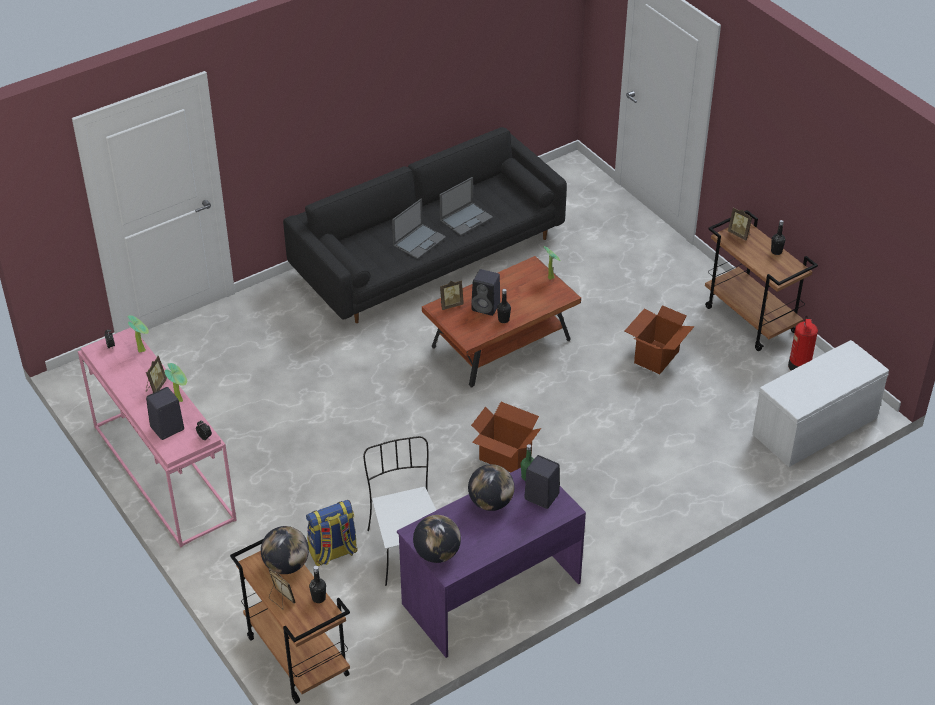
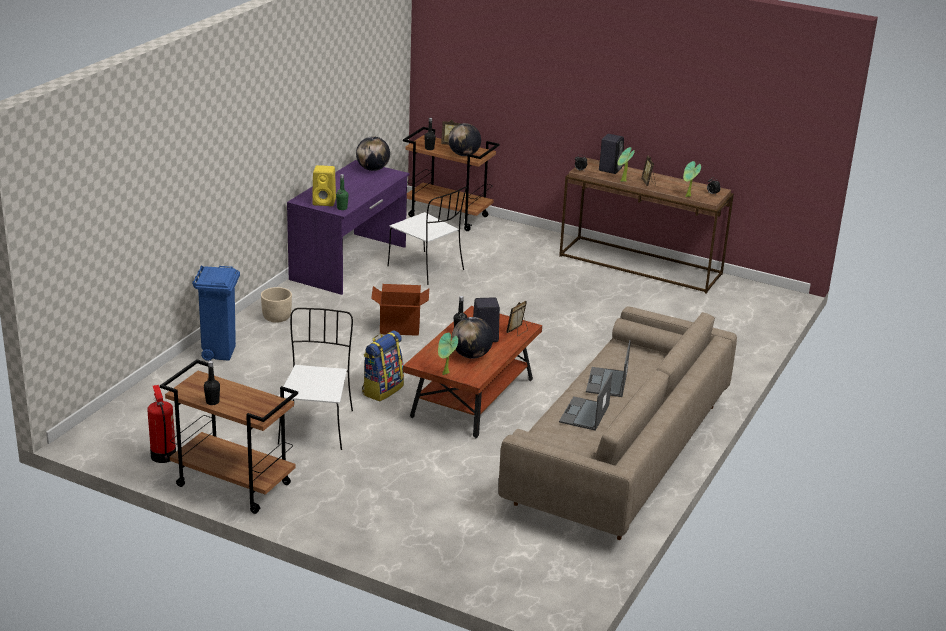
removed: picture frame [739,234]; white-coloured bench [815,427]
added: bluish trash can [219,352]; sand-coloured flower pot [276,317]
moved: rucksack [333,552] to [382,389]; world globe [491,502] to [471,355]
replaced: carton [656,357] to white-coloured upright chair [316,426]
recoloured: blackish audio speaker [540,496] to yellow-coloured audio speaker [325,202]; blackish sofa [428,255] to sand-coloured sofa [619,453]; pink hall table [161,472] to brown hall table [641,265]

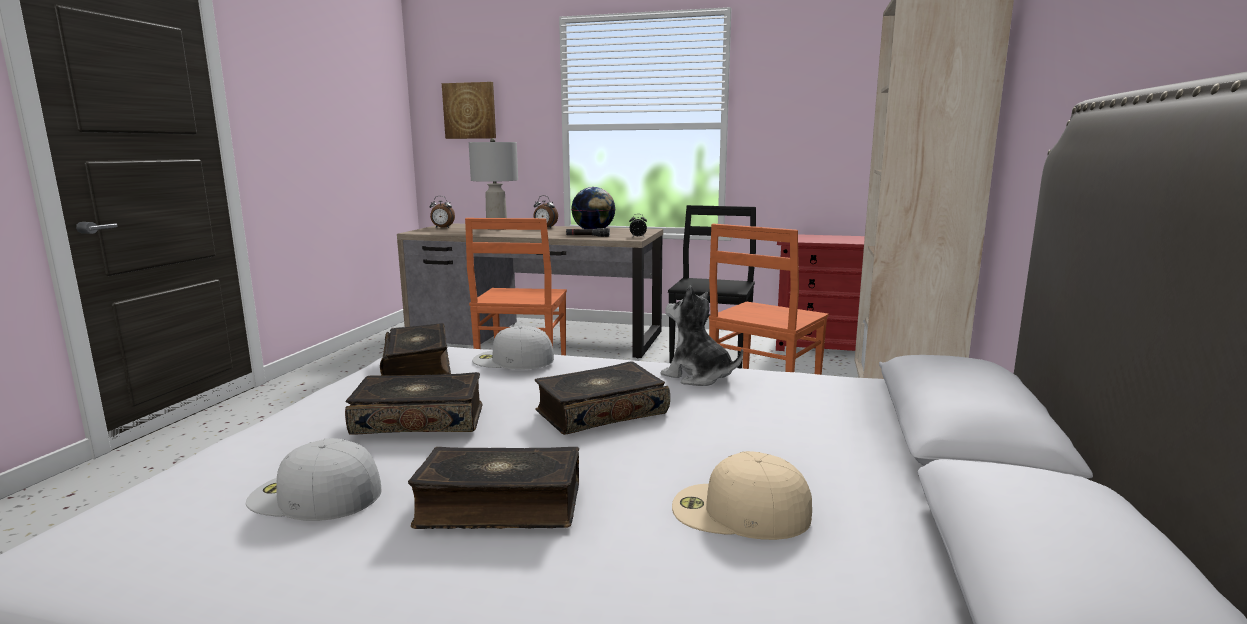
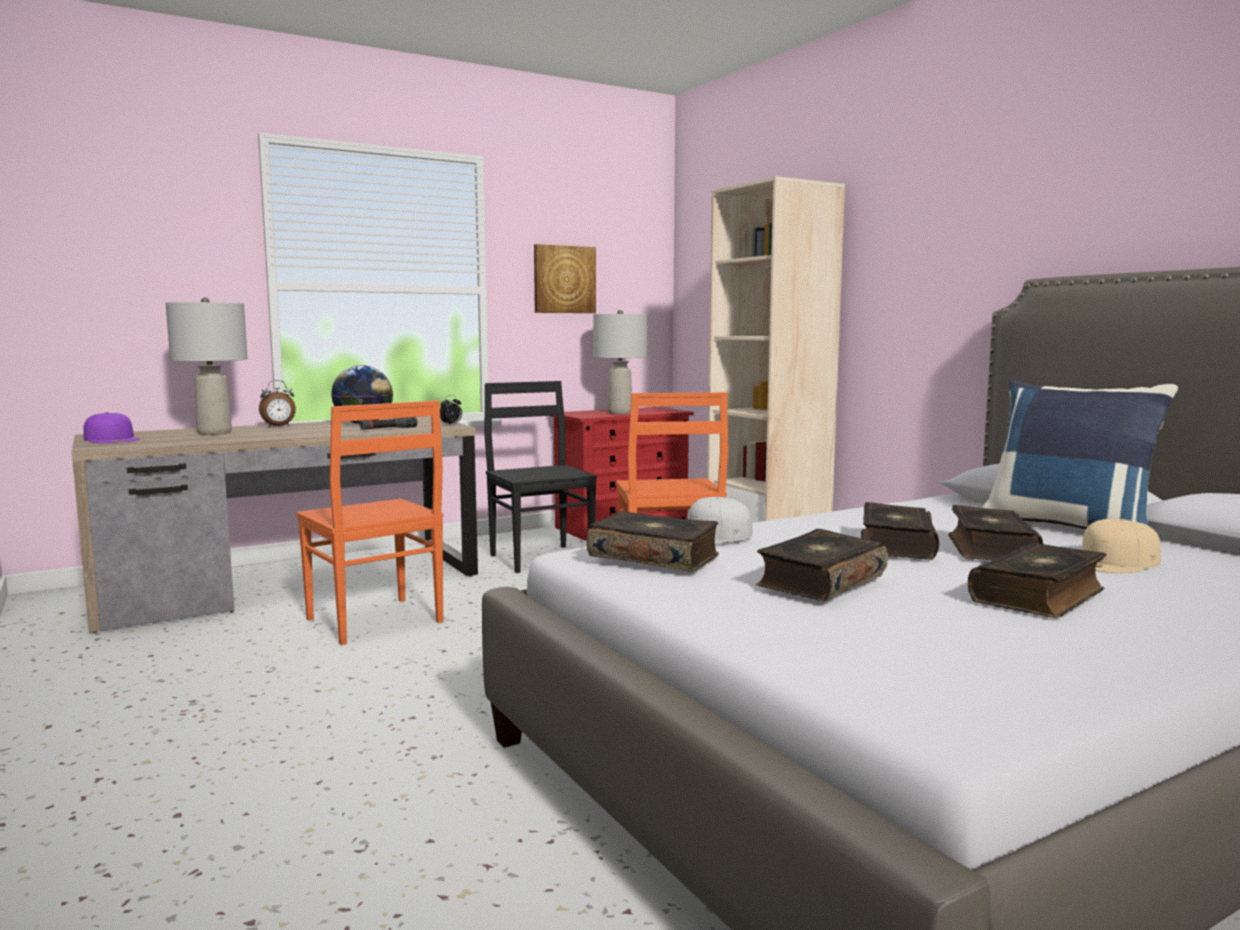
removed: white-coloured peaked cap [314,495]; plush toy [698,377]
added: gray table lamp [620,413]; bound book [989,549]; bluish cushion [1068,528]
moved: picture [470,111] to [564,279]
replaced: bedside clock [442,228] to purple-coloured peaked cap [112,439]

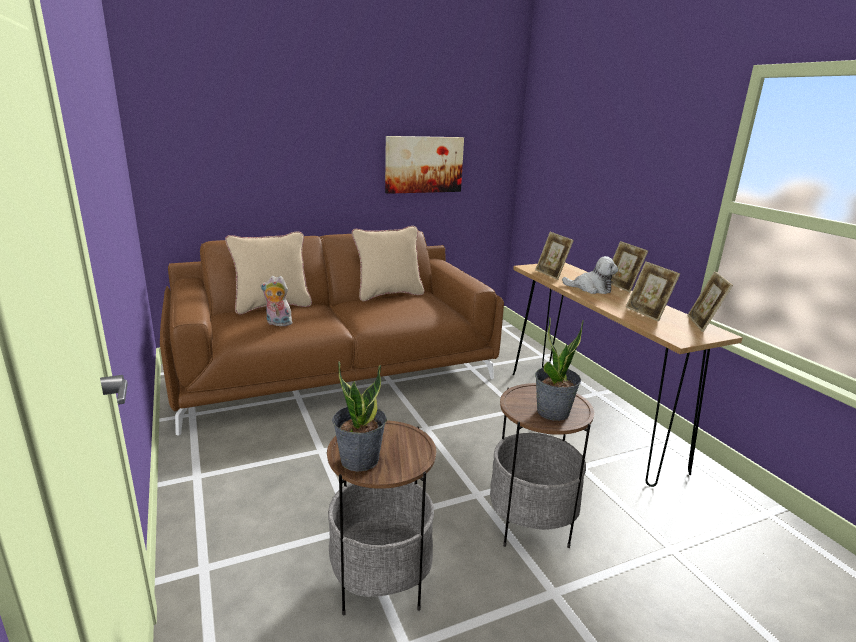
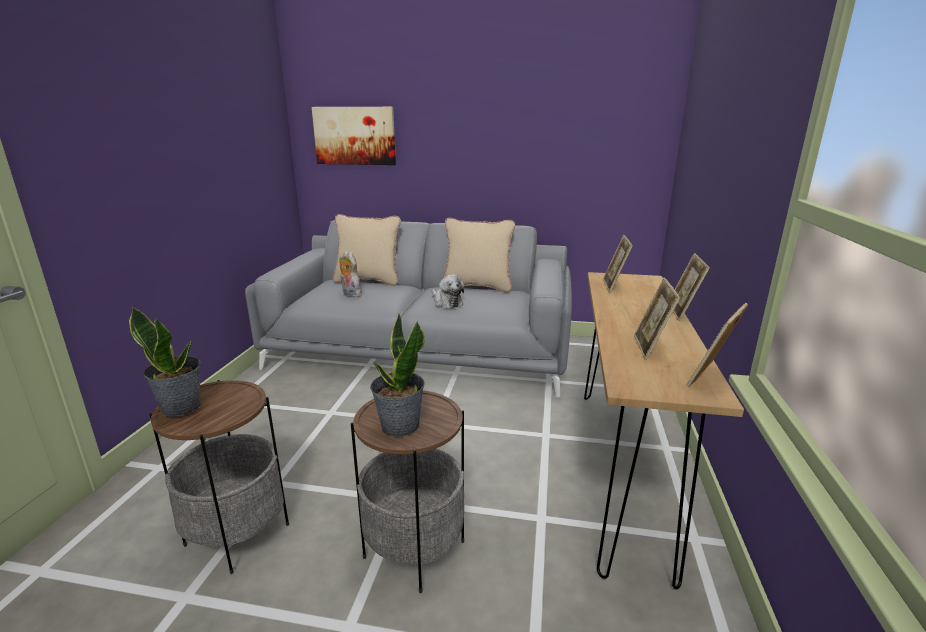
moved: picture [423,164] to [355,136]; plush toy [591,289] to [446,302]
recoloured: brown sofa [336,372] to gray sofa [421,353]

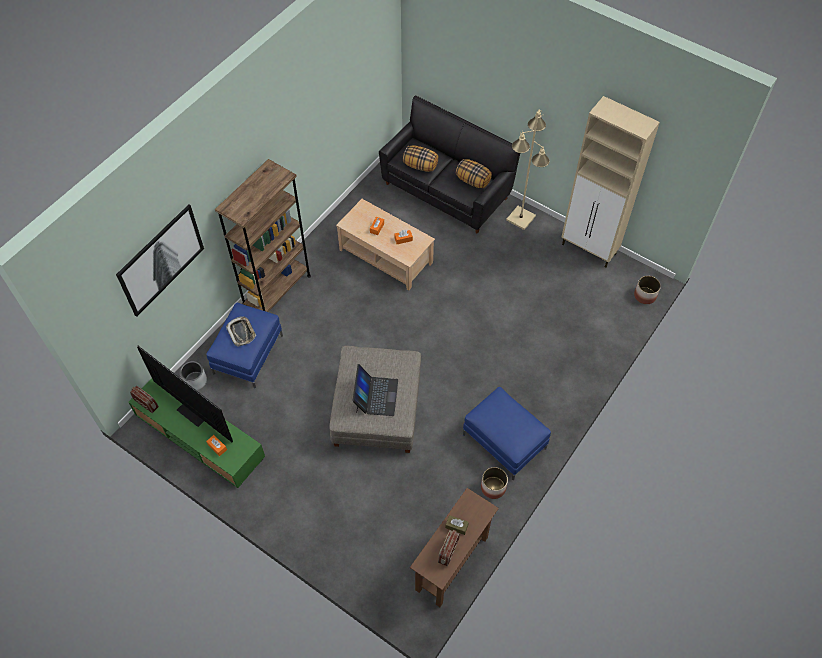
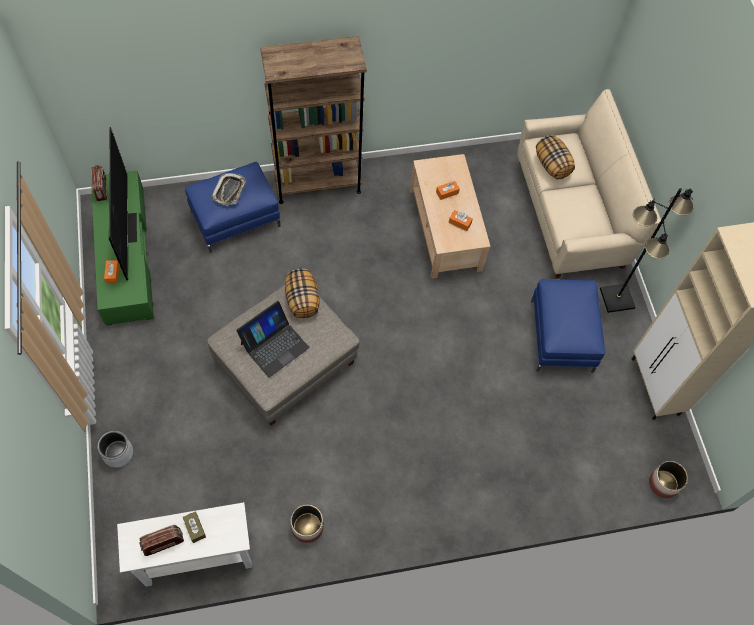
removed: picture [160,259]
moved: gray flower pot [195,381] to [118,453]; cushion [473,181] to [303,300]; bluish footrest [504,441] to [561,336]
recoloured: brown hall table [452,563] to white-coloured hall table [197,558]; blackish sofa [446,191] to sand-coloured sofa [570,214]; sand-coloured standard lamp [521,218] to blackish standard lamp [617,299]

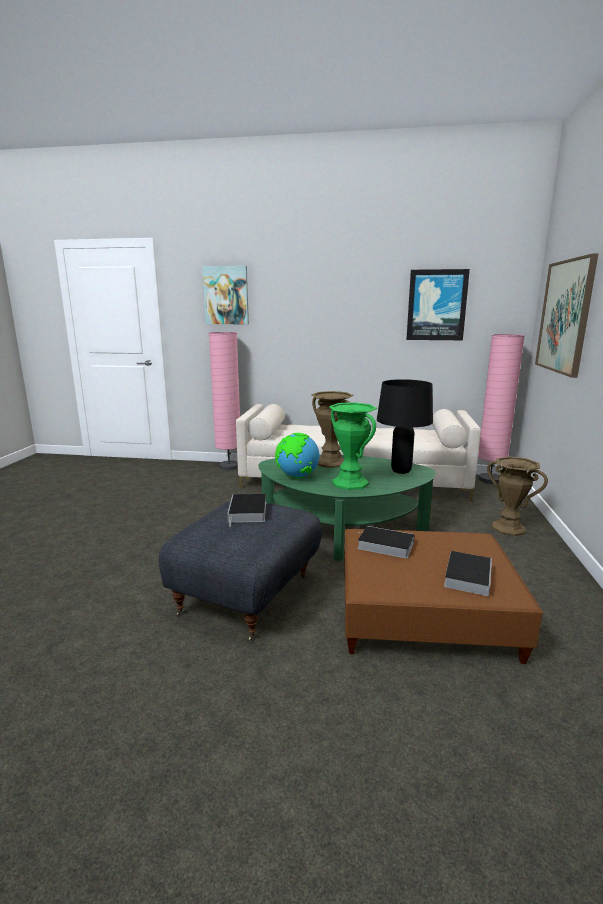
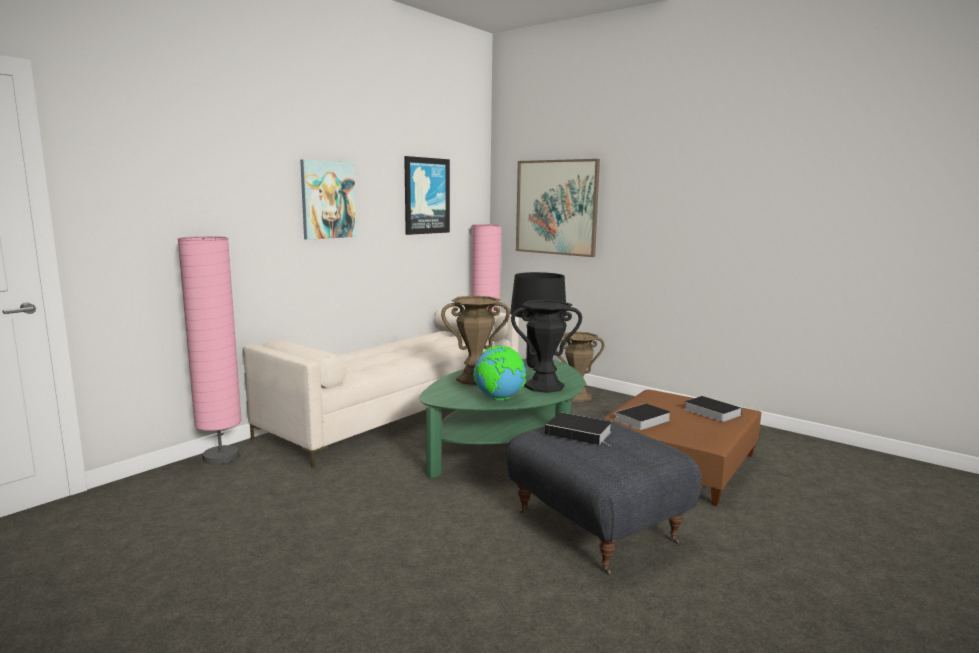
moved: picture [226,295] to [328,200]
recoloured: green vase [350,483] to blackish vase [544,386]

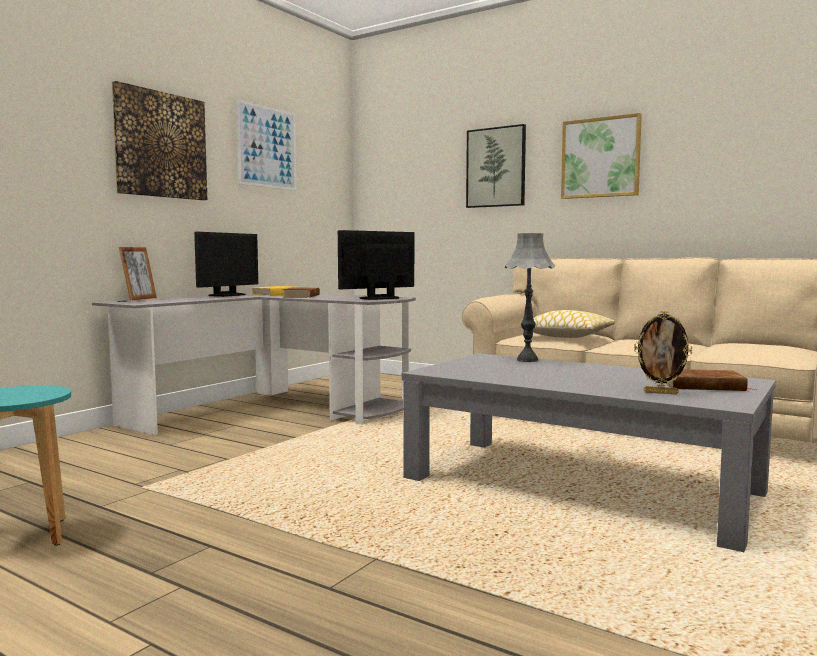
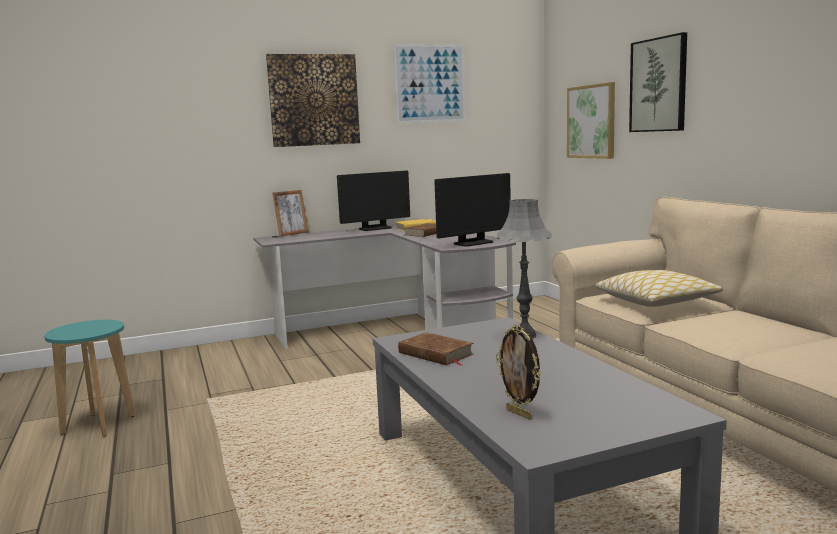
moved: brown bound book [703,386] to [435,354]; picture [600,157] to [591,121]
turned: monitor [379,298] = [473,243] 150 degrees clockwise

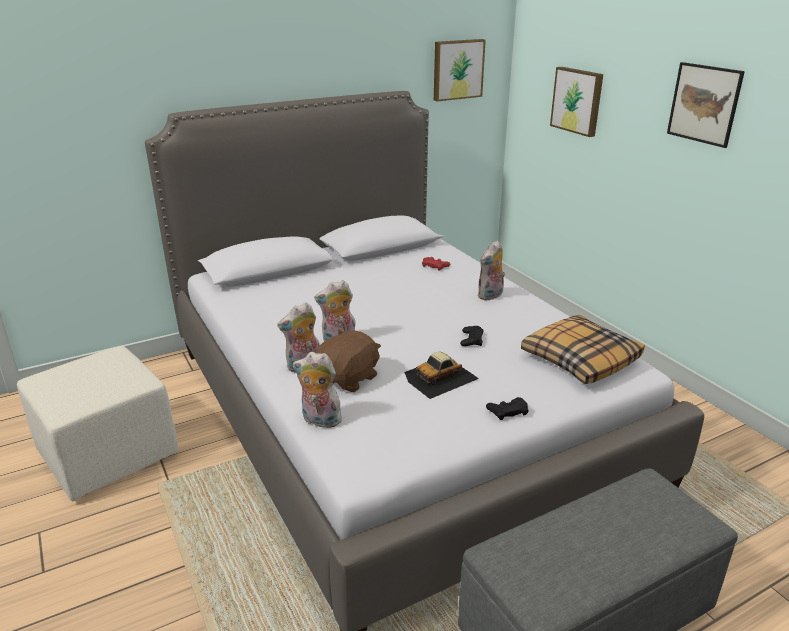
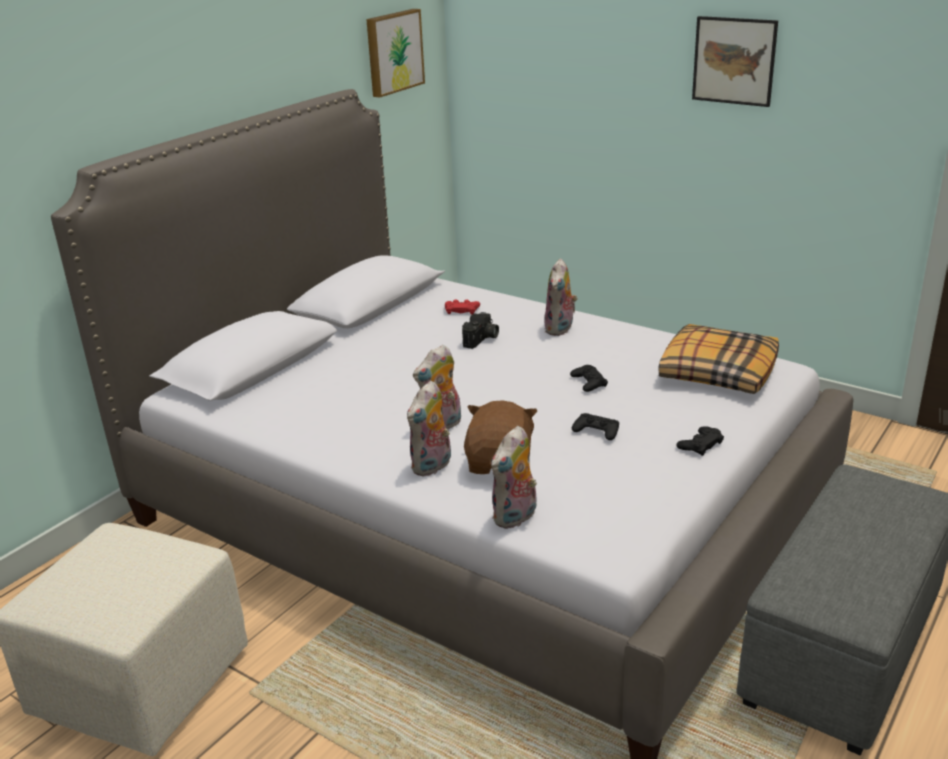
removed: picture [578,101]
added: photo camera [481,339]
replaced: miniature car [439,376] to blackish joypad [596,431]
turned: plush toy [319,420] = [516,518] 45 degrees counterclockwise

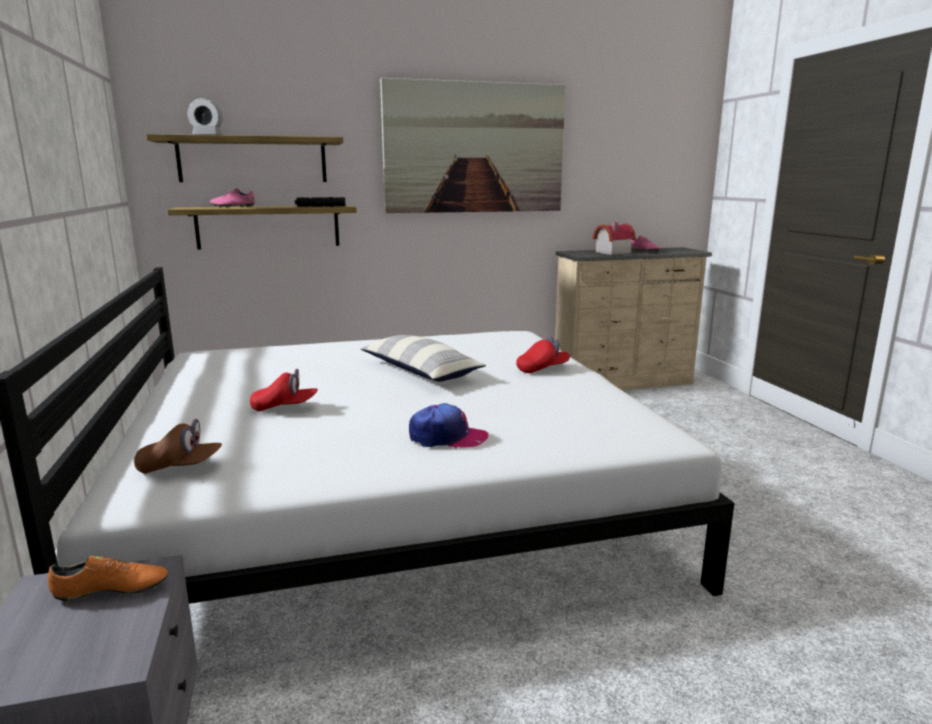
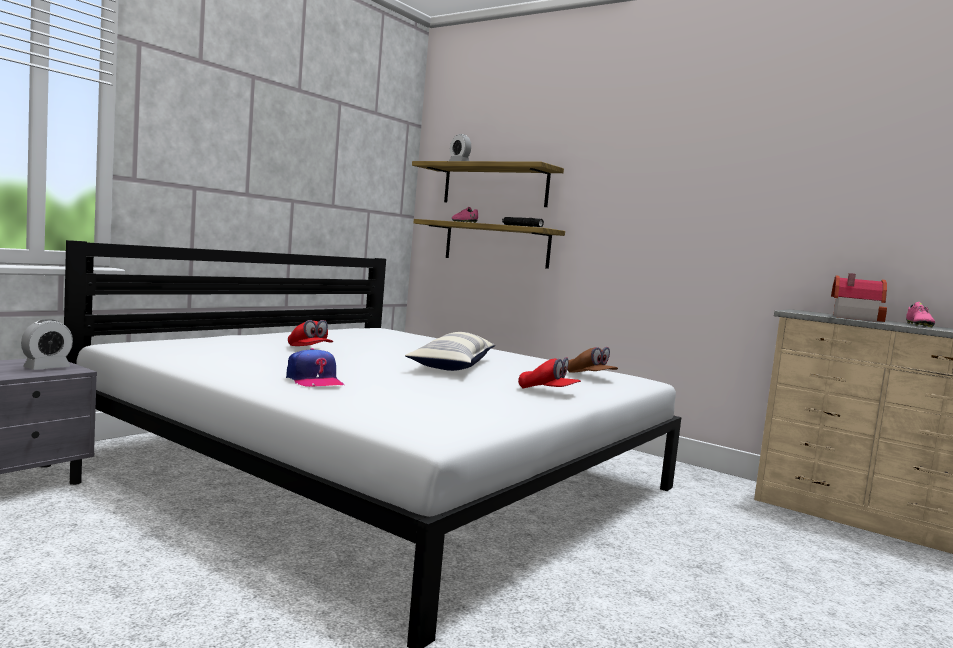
removed: picture [474,148]
moved: brown peaked cap [180,467] to [590,376]
replaced: orangey low shoe [111,591] to bedside clock [46,368]

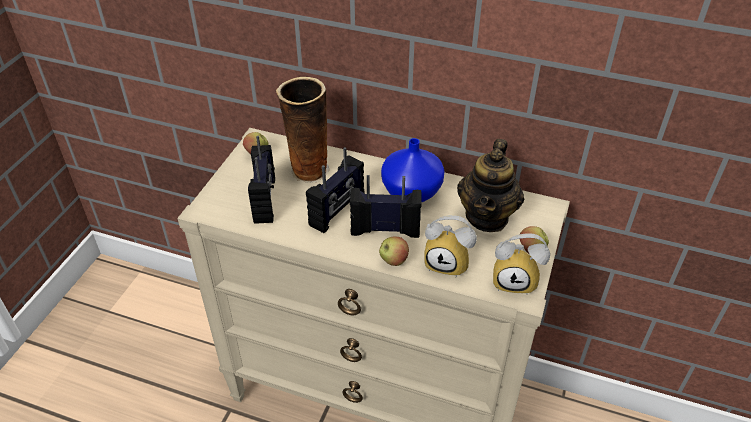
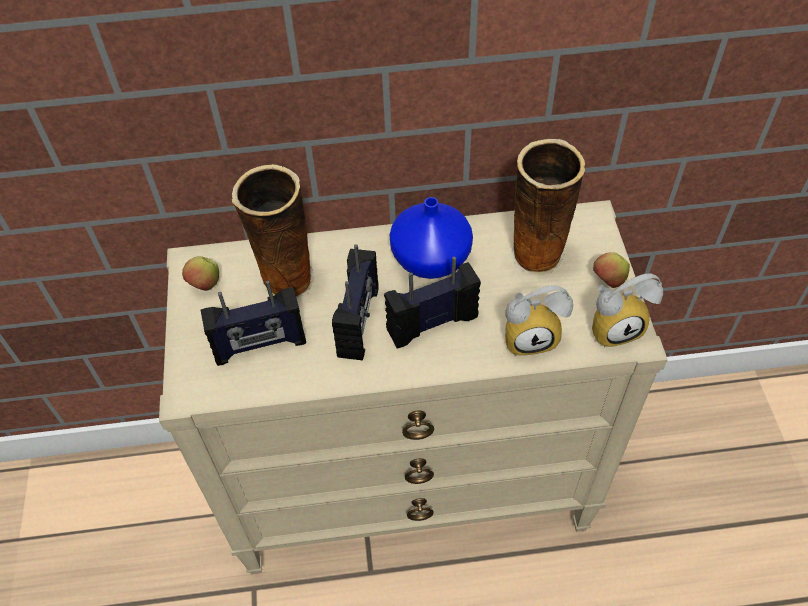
removed: apple fruit [393,260]
replaced: tea pot [487,217] to vase [536,257]
turned: radio set [265,200] = [260,345] 105 degrees clockwise

